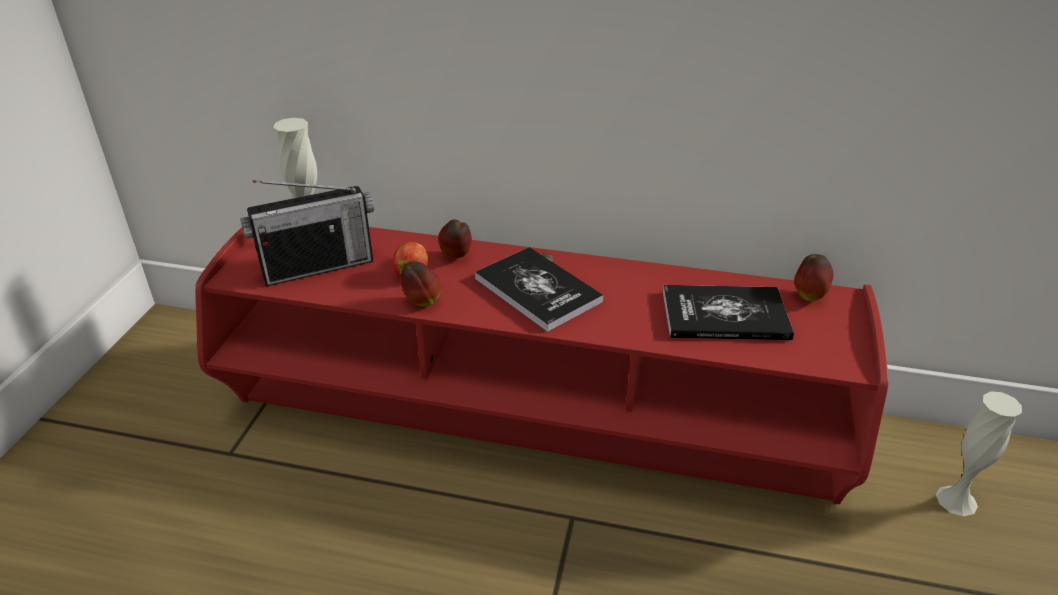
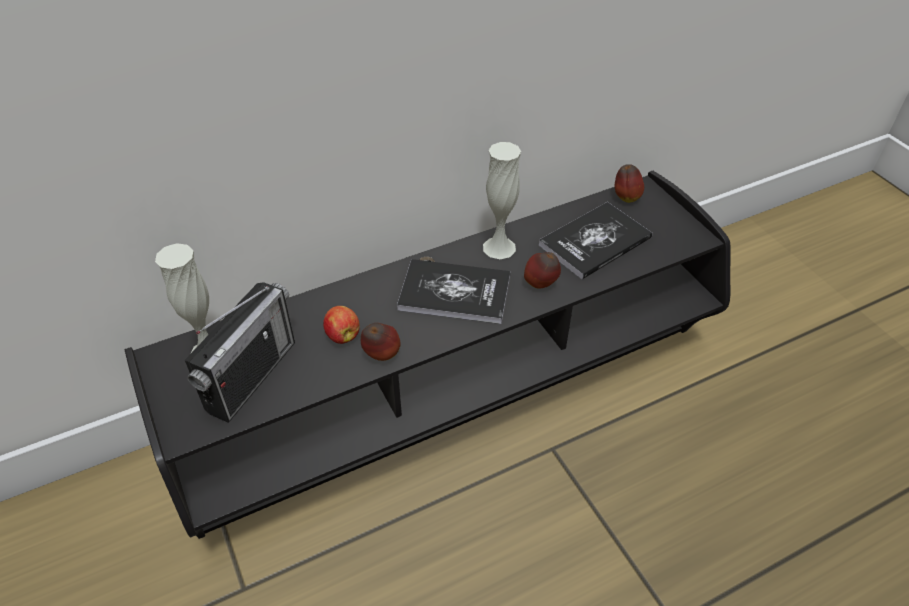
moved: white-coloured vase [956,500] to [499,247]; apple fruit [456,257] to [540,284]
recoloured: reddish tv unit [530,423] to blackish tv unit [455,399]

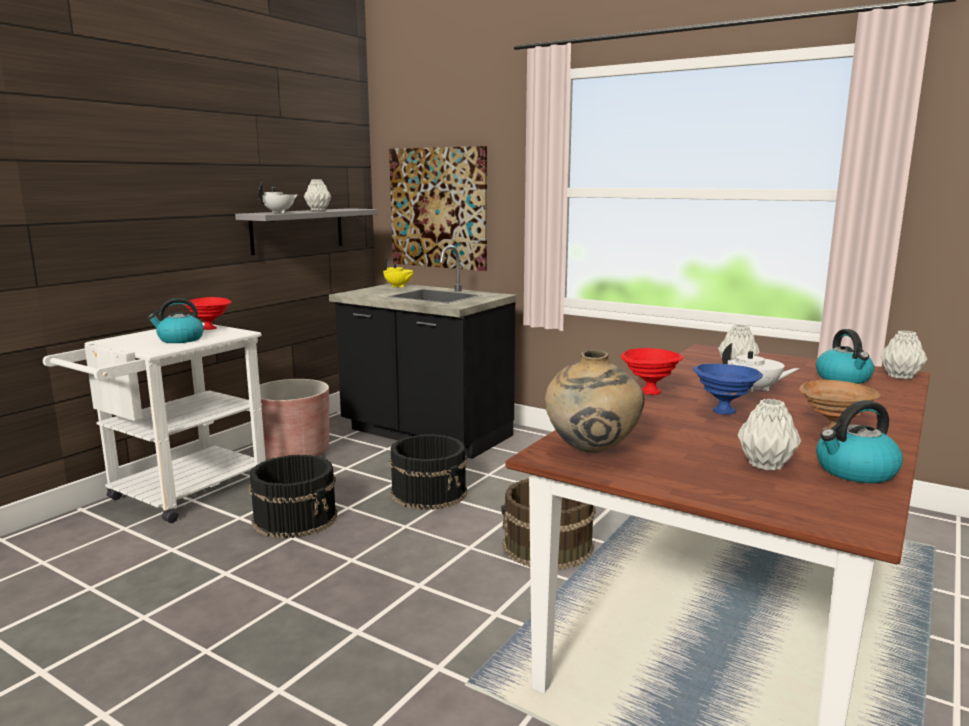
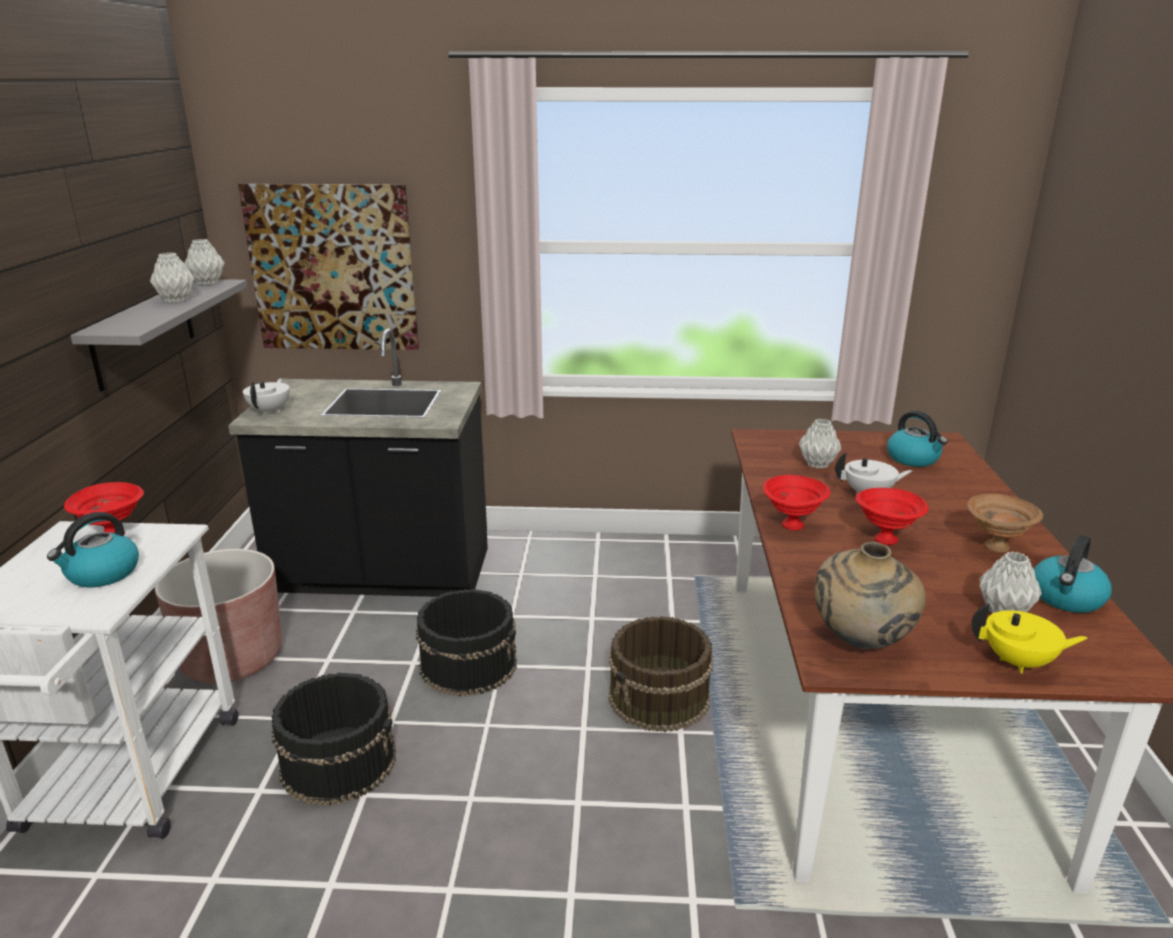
moved: gray vase [901,376] to [208,283]; white-coloured tea pot [279,212] to [270,411]; yellow-coloured tea pot [398,286] to [1019,662]
recoloured: bluish serving bowl [723,411] to reddish serving bowl [884,539]

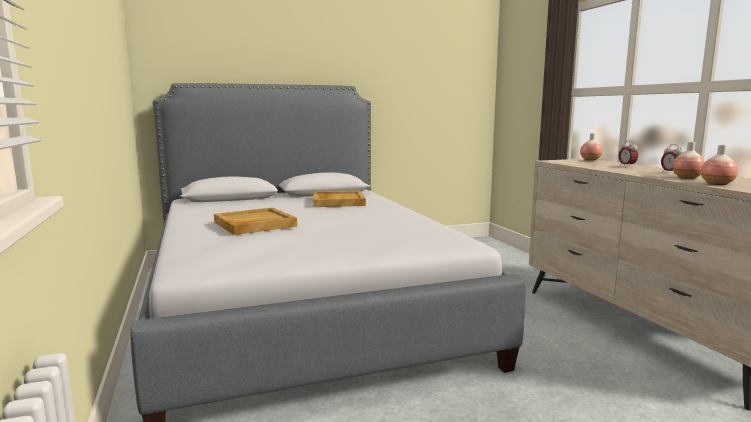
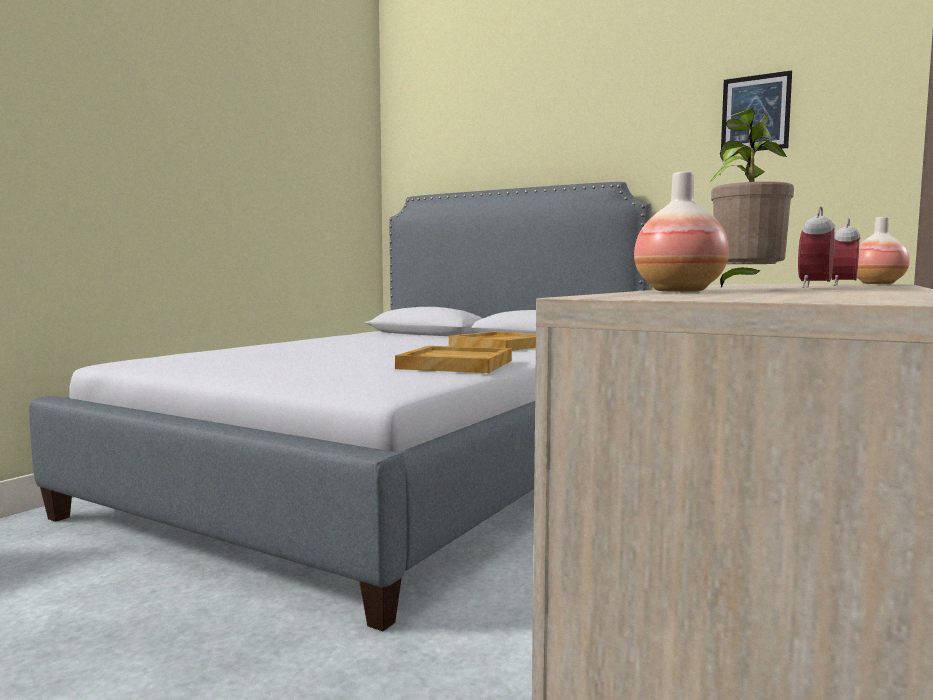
added: picture [755,113]
moved: sand-coloured tray [254,224] to [454,364]
replaced: vase [687,178] to houseplant [744,289]

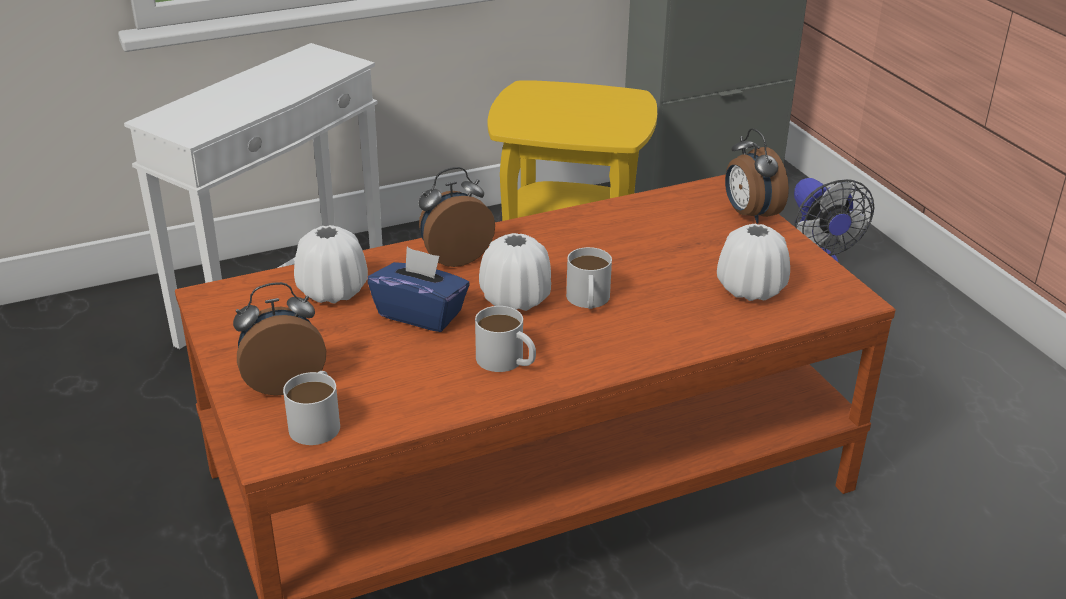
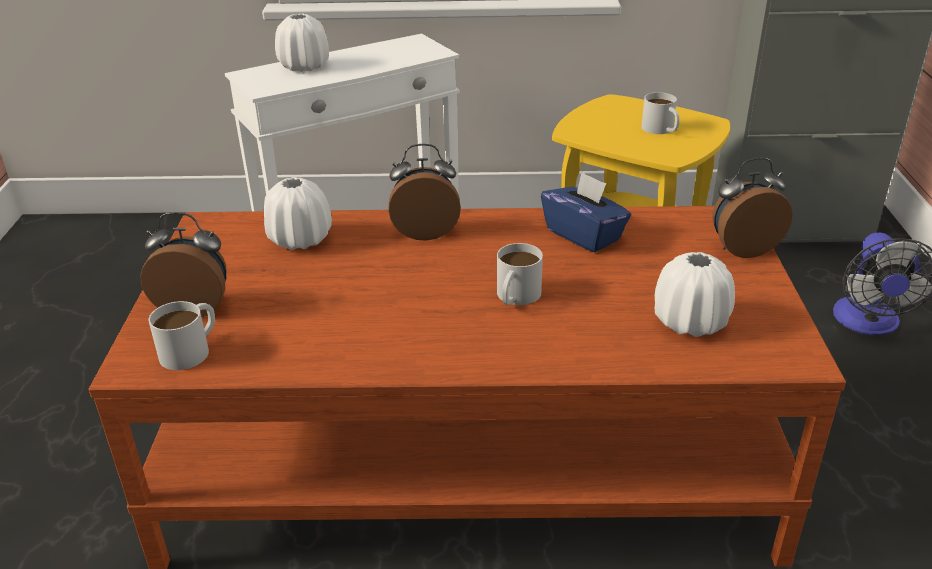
moved: white-coloured vase [515,299] to [304,66]; bluish tissue box [421,314] to [584,235]; white-coloured tea mug [507,361] to [661,130]
turned: bedside clock [749,214] = [742,248] 75 degrees clockwise

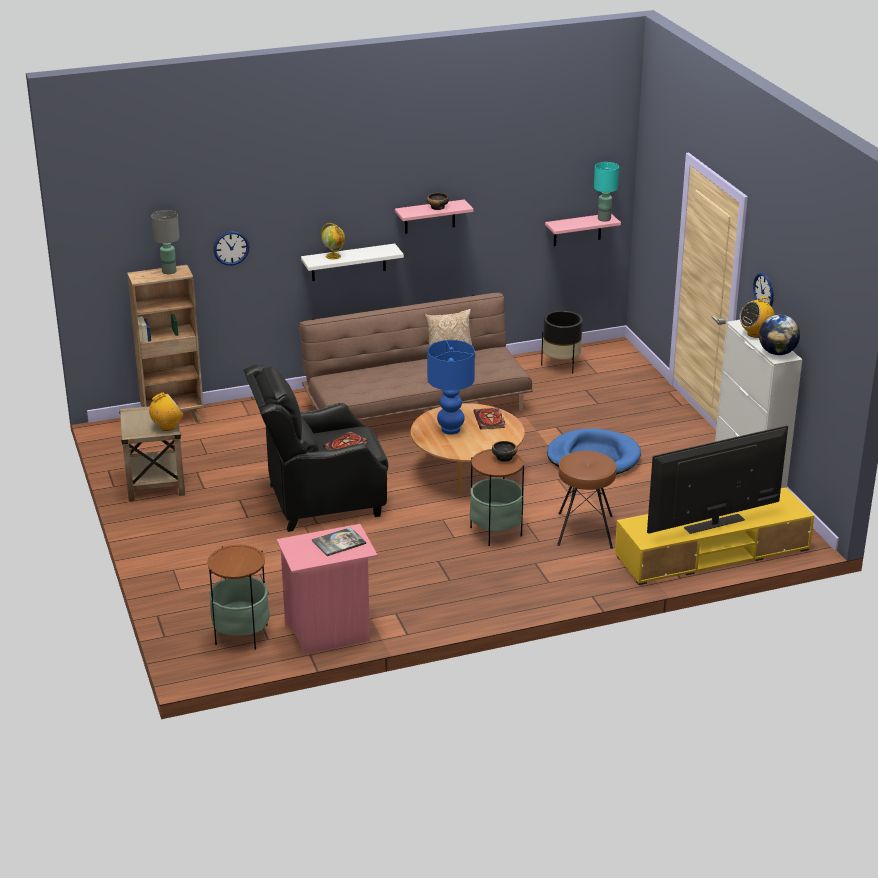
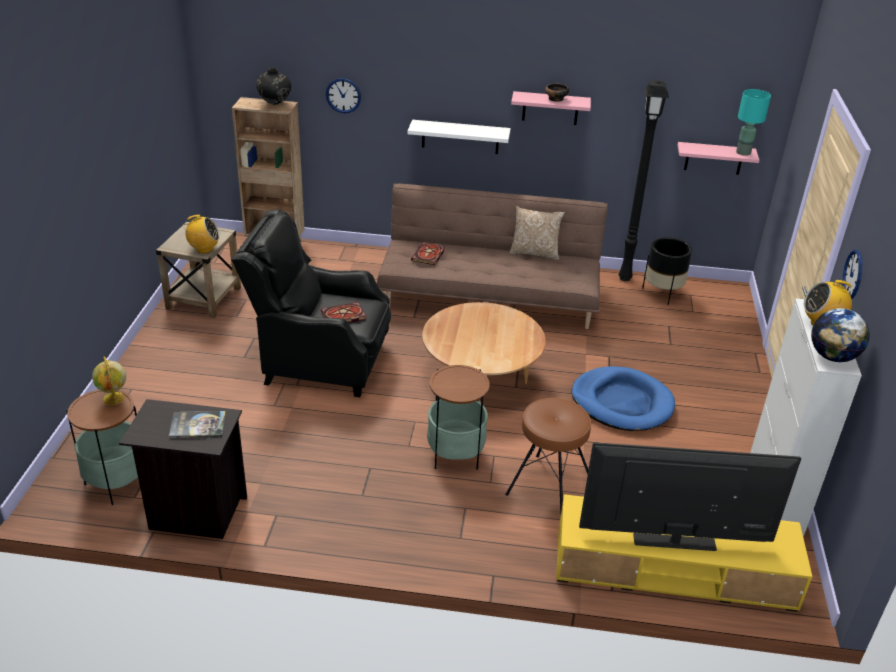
removed: bluish table lamp [450,429]; serving bowl [504,457]
added: blackish standard lamp [625,278]
moved: world globe [333,256] to [114,399]; bound book [490,420] to [428,255]
replaced: gray table lamp [169,271] to blackish vase [275,104]
recoloured: pink night table [329,633] to blackish night table [194,513]

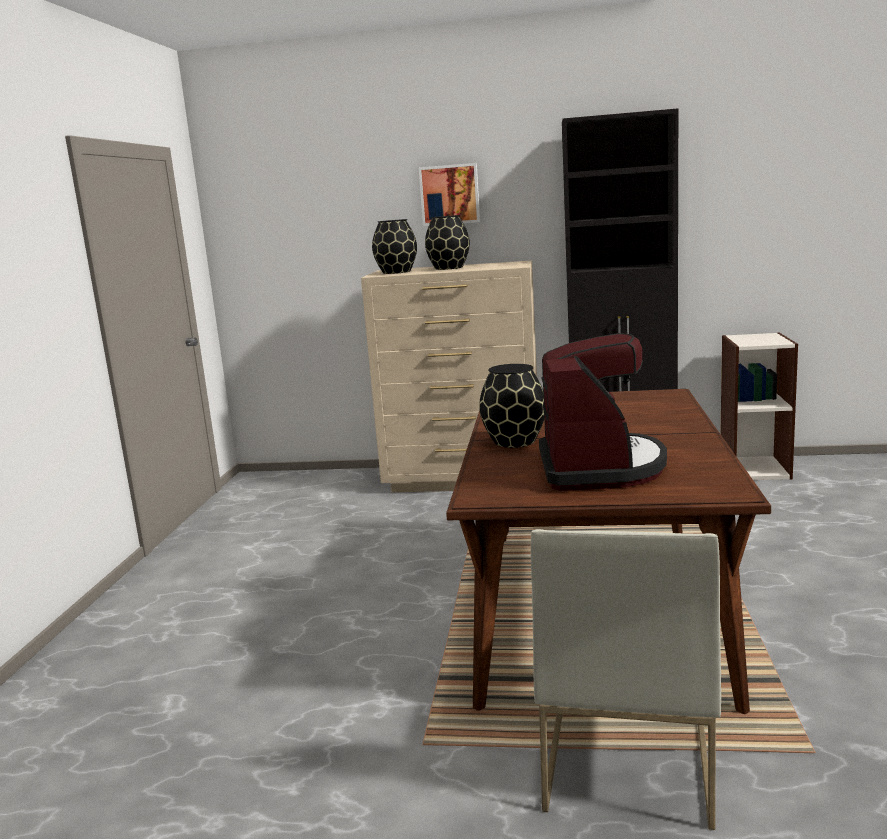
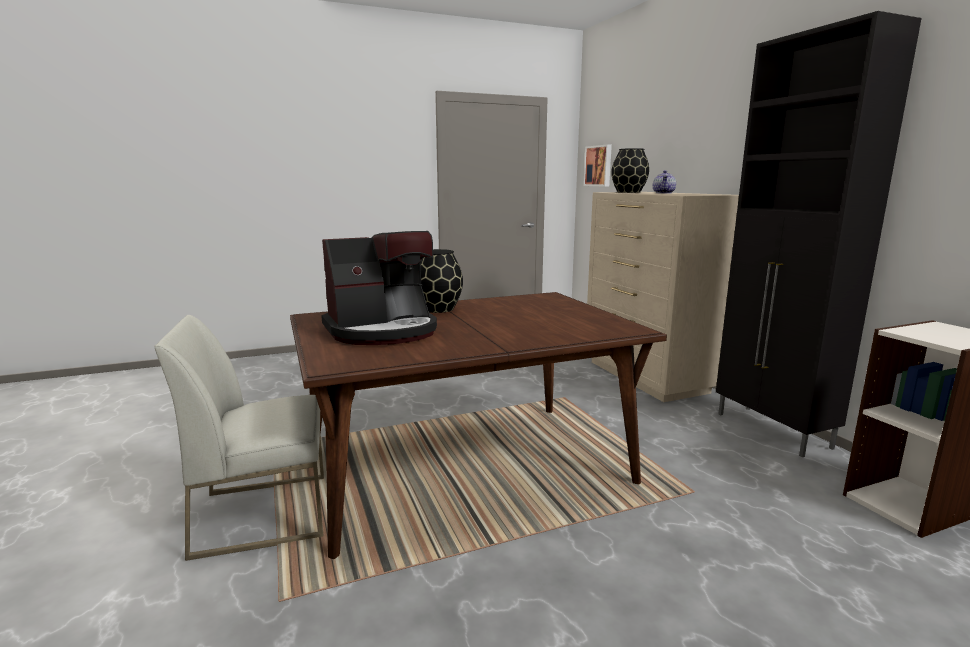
moved: picture [450,194] to [599,166]
replaced: blackish vase [449,268] to tea pot [664,193]

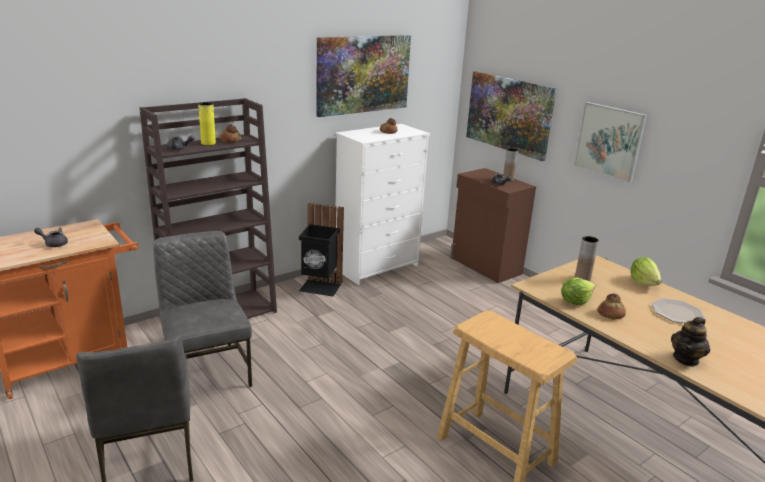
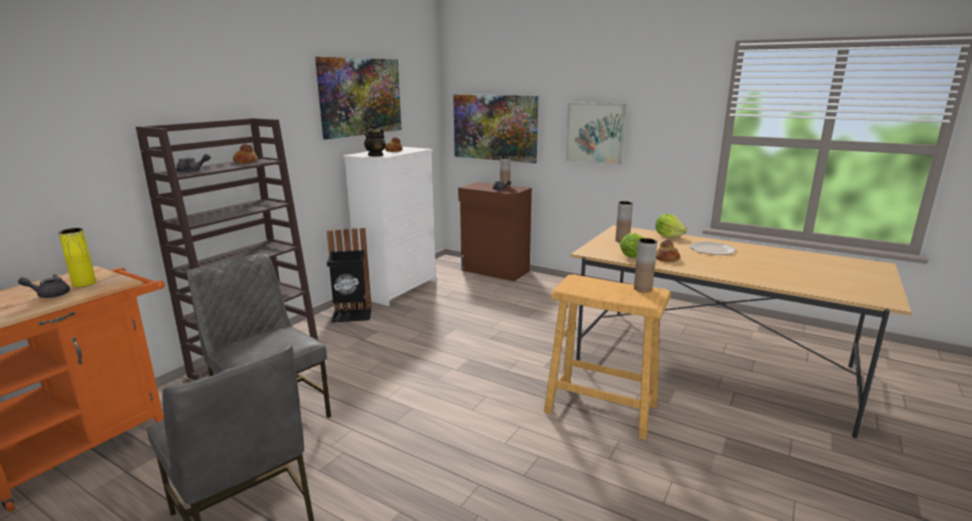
added: brown vase [642,289]
moved: yellow-coloured vase [208,143] to [84,283]; tea pot [686,359] to [376,155]

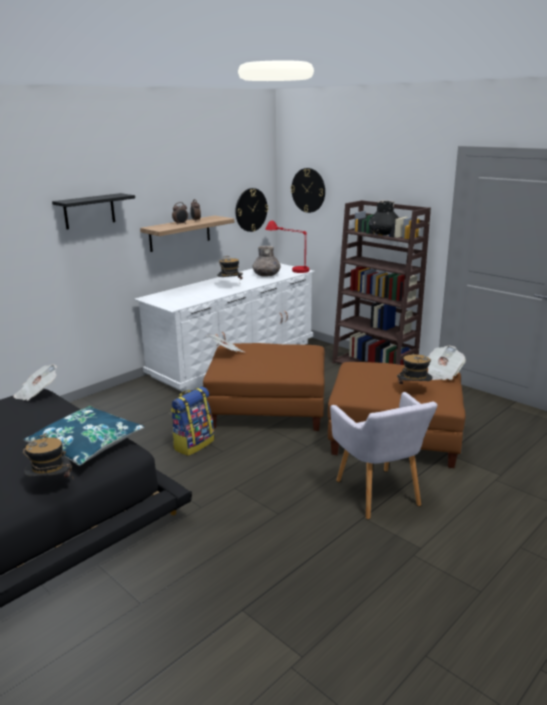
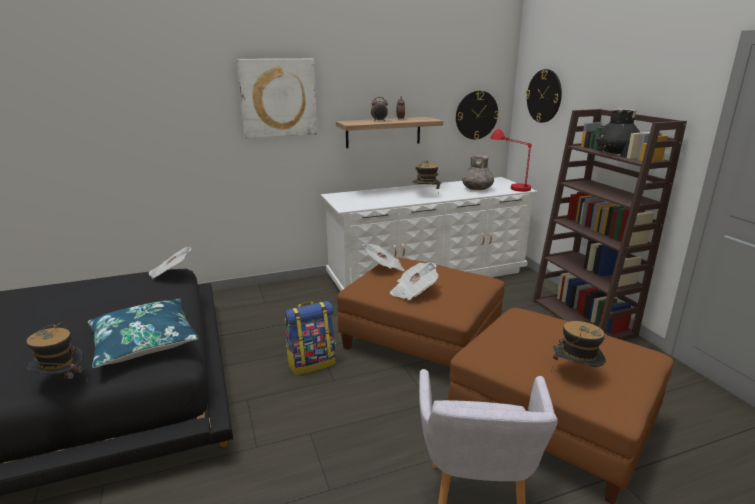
moved: daily paper [442,373] to [413,292]
replaced: blackish wall shelf [89,211] to picture [278,98]

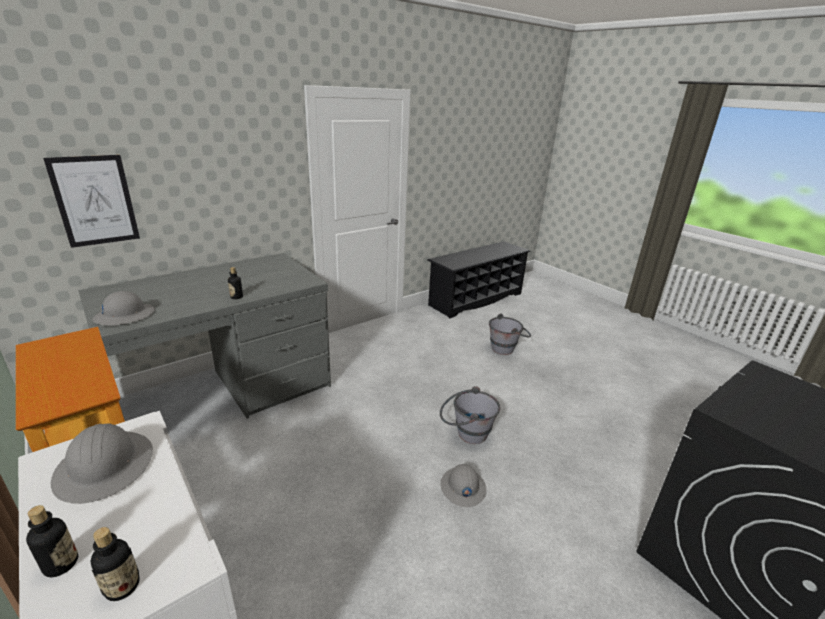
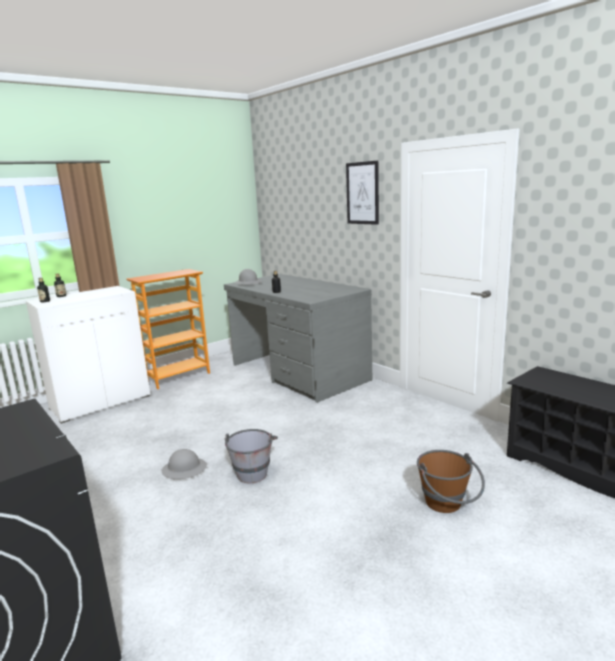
removed: gray hard hat [105,467]
moved: picture [95,201] to [362,193]
recoloured: gray water bucket [506,348] to brown water bucket [448,506]

